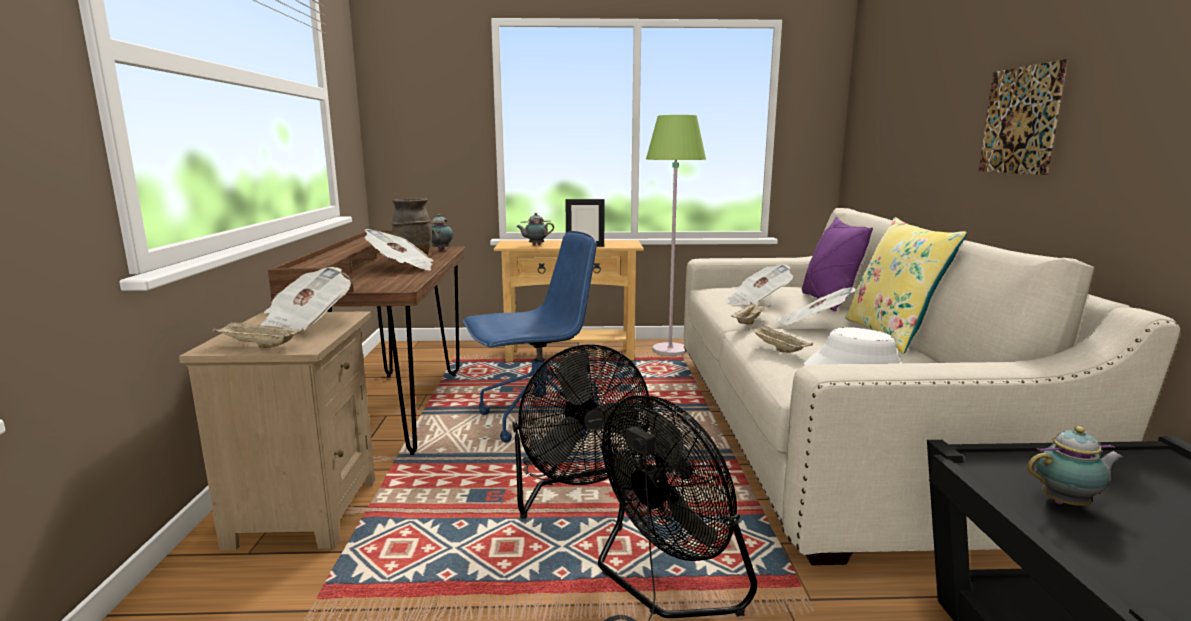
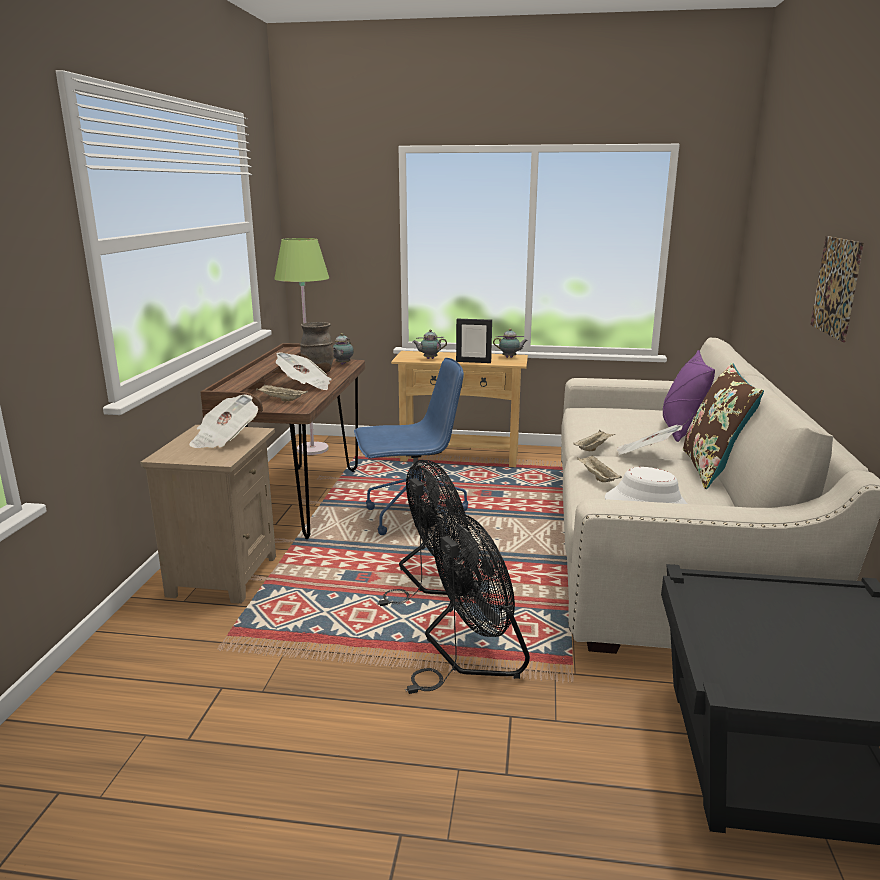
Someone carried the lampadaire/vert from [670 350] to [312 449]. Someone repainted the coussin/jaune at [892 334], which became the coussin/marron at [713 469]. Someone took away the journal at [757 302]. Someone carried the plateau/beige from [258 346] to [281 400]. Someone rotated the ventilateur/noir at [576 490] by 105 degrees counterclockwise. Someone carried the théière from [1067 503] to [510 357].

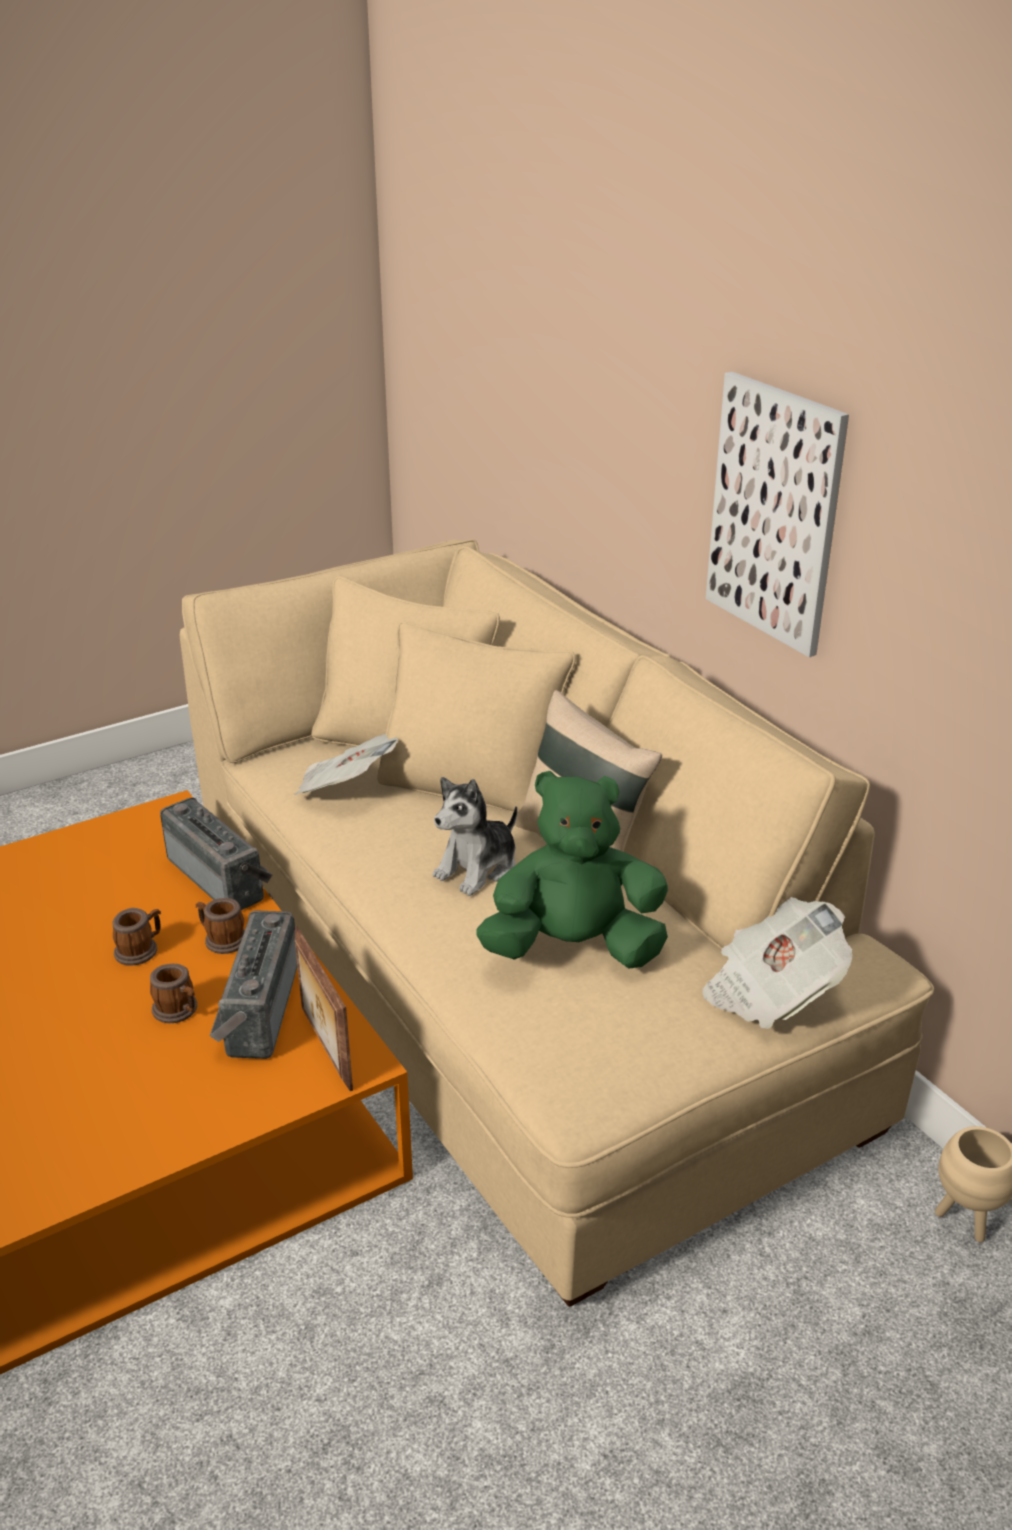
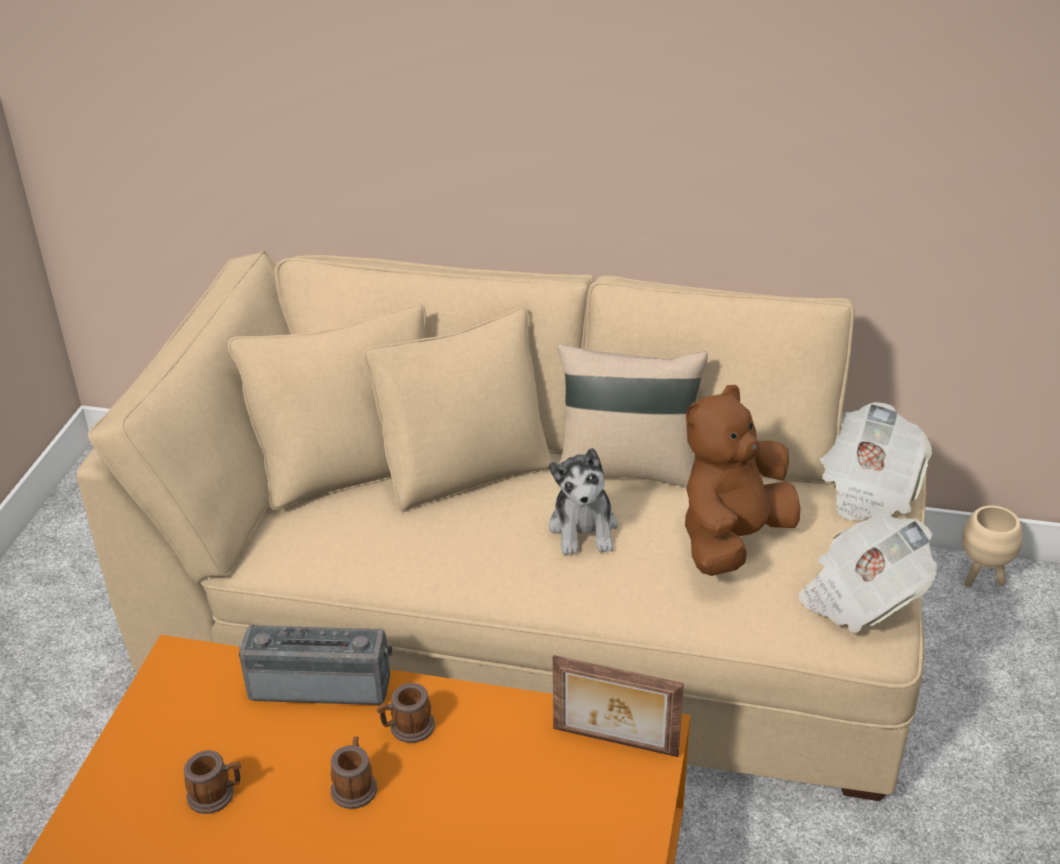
Someone took away the tableau at [774 513]. Someone carried the journal from [347 788] to [861 596]. Someone repainted the peluche/vert at [574 948], which became the peluche/marron at [732 540]. Someone took away the radio at [255 1009]. Someone carried the mug from [178 1011] to [216 794].

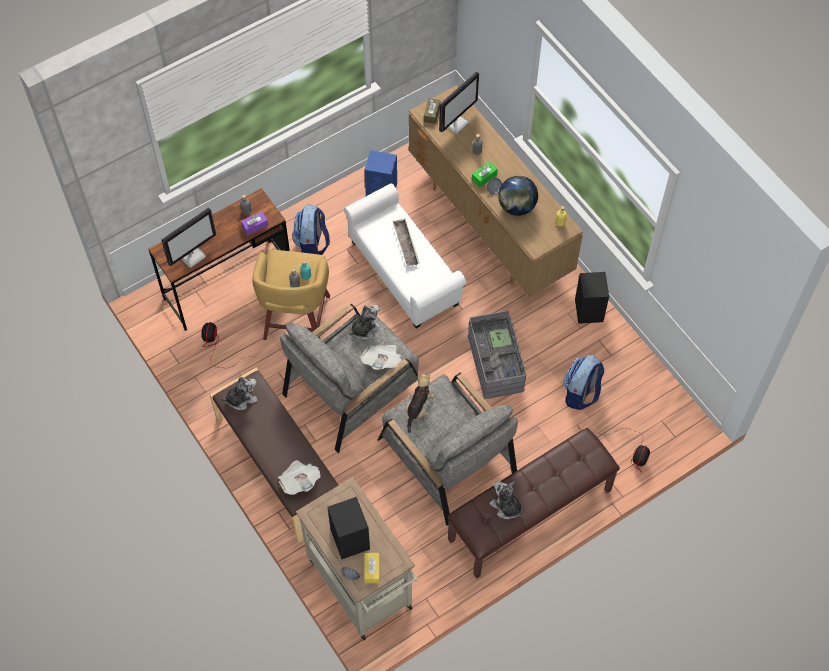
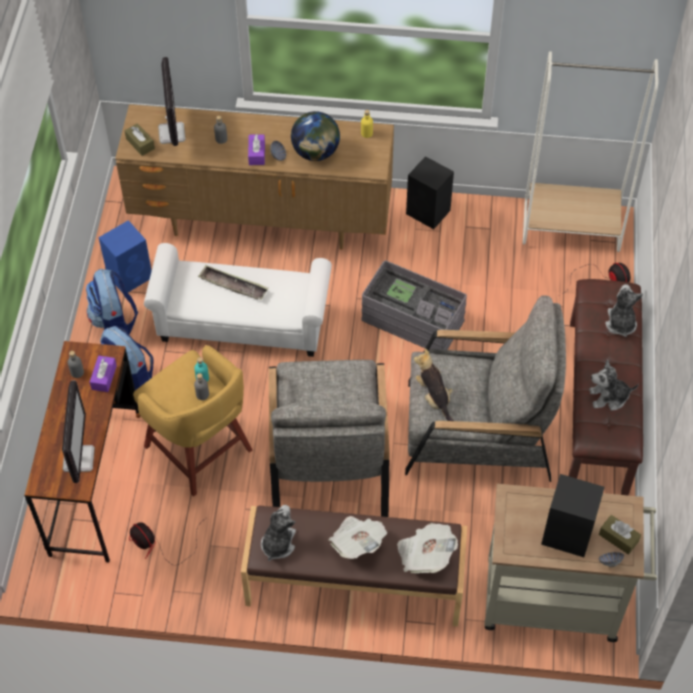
Someone repainted the boîte à mouchoirs/vert at [484 177], which became the boîte à mouchoirs/violet at [256 154]. Someone carried the peluche from [365 329] to [620 323]. Someone carried the journal from [382 361] to [357 542]. Someone carried the sac à dos from [581 393] to [114 322]. Someone repainted the boîte à mouchoirs/jaune at [372 570], which became the boîte à mouchoirs/marron at [618 538]. Someone put down the portant at [571 227].

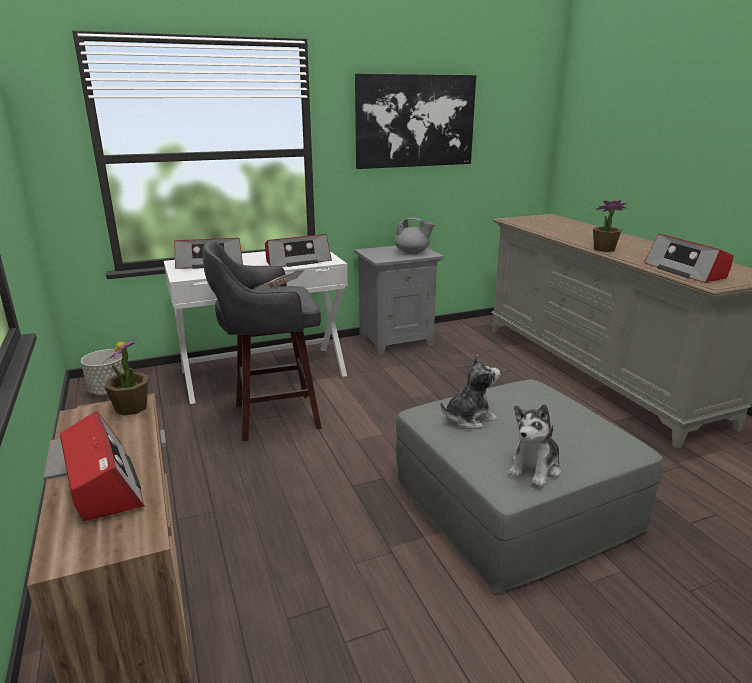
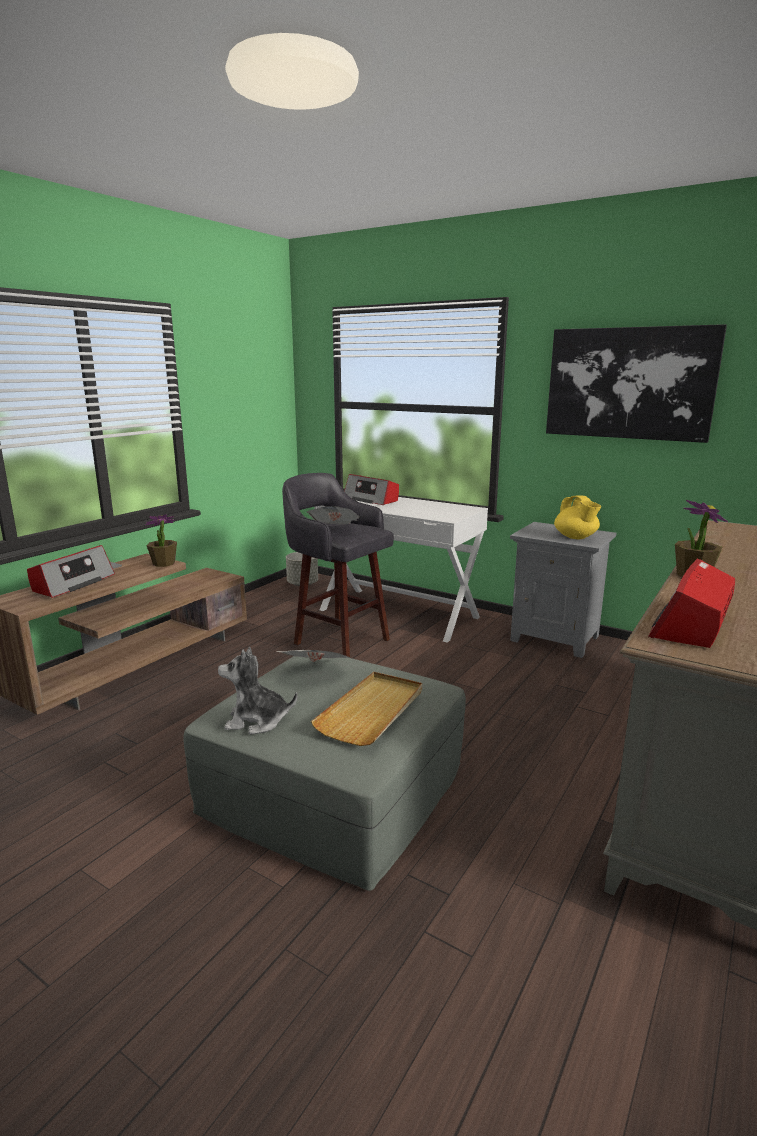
Someone repainted the théière/gris at [412 253], which became the théière/jaune at [576 537]. Someone took away the radio at [297 261]. Someone swapped the peluche at [469 418] for the journal at [315 672]. Someone put down the plateau/beige at [372 711].

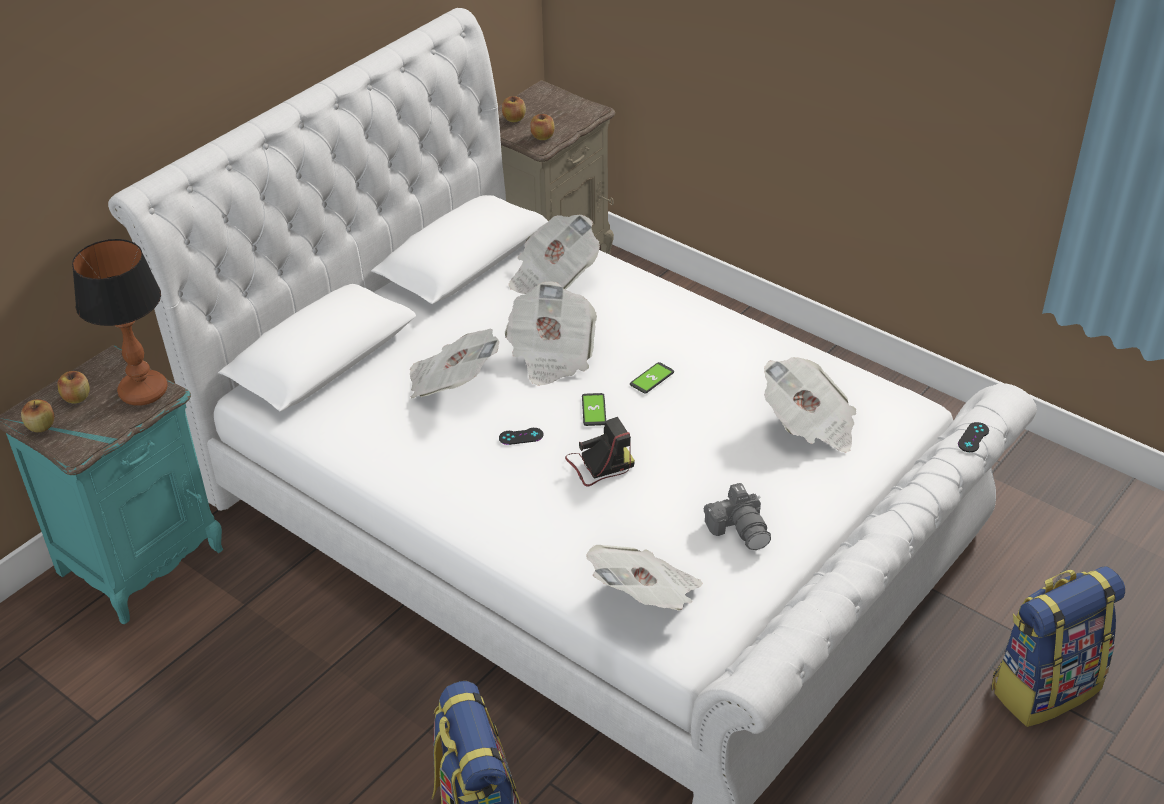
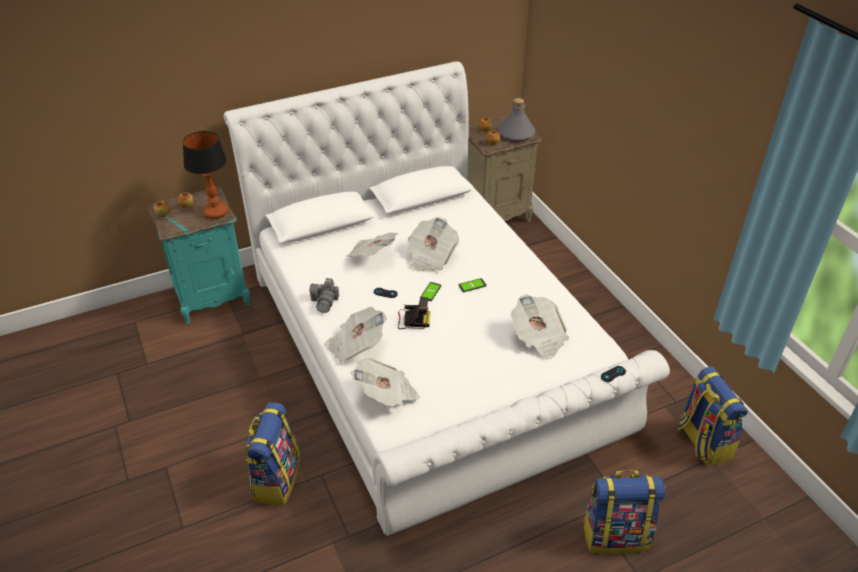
Someone carried the journal from [553 277] to [356 345]. Someone carried the appareil photo from [740 528] to [325 301]. Someone put down the bouteille/gris at [516 133]. Someone put down the sac à dos at [702 442].

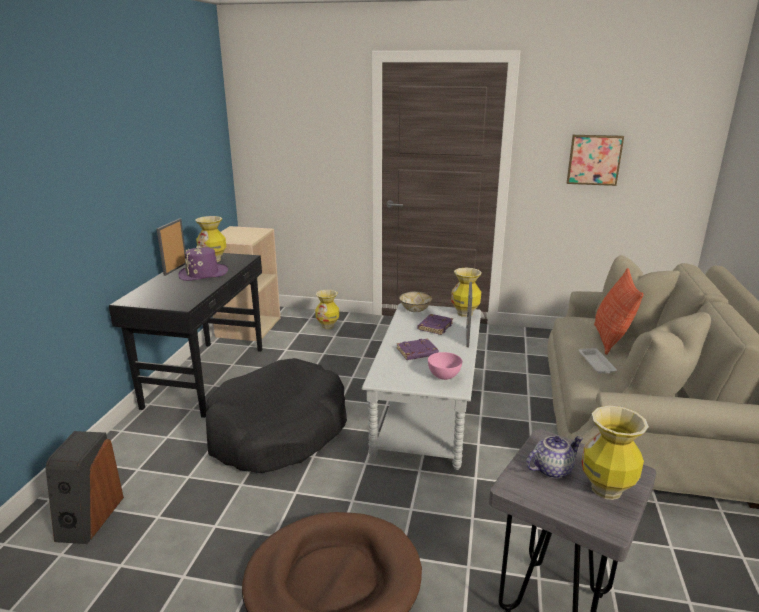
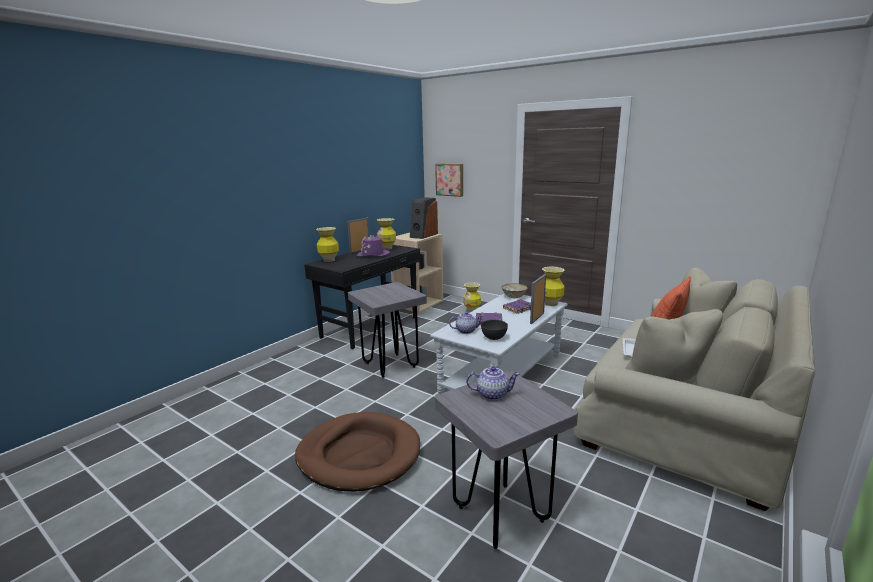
Someone carried the tableau from [594 159] to [450 179]. Someone repainted the bol/rose at [444 376], which became the bol/gris at [494 337]. Someone swapped the panier pour chien/noir at [278 431] for the tabouret/gris at [390 365]. Someone carried the vase from [606 490] to [329 260]. Someone carried the enceinte from [89 518] to [423 235]. Someone put down the théière at [466 331].

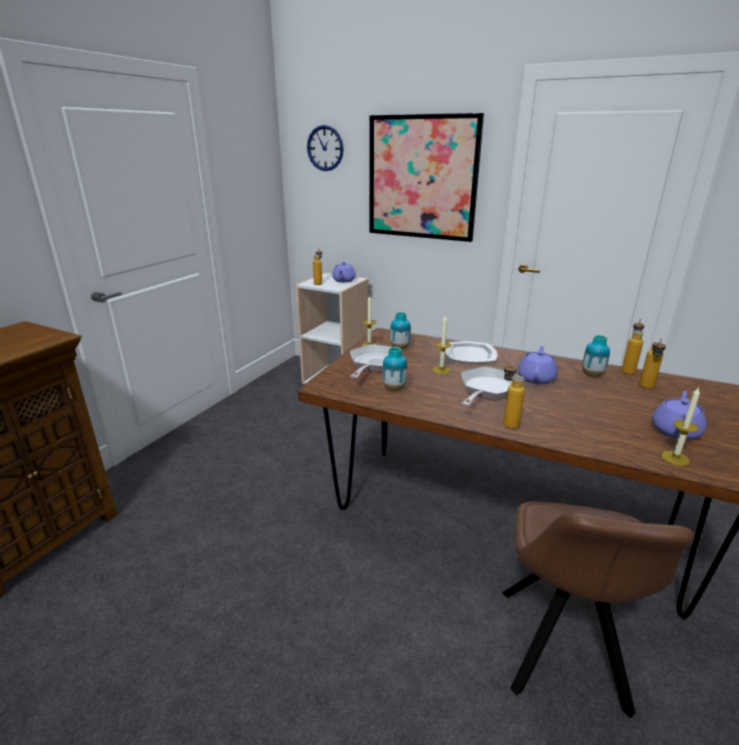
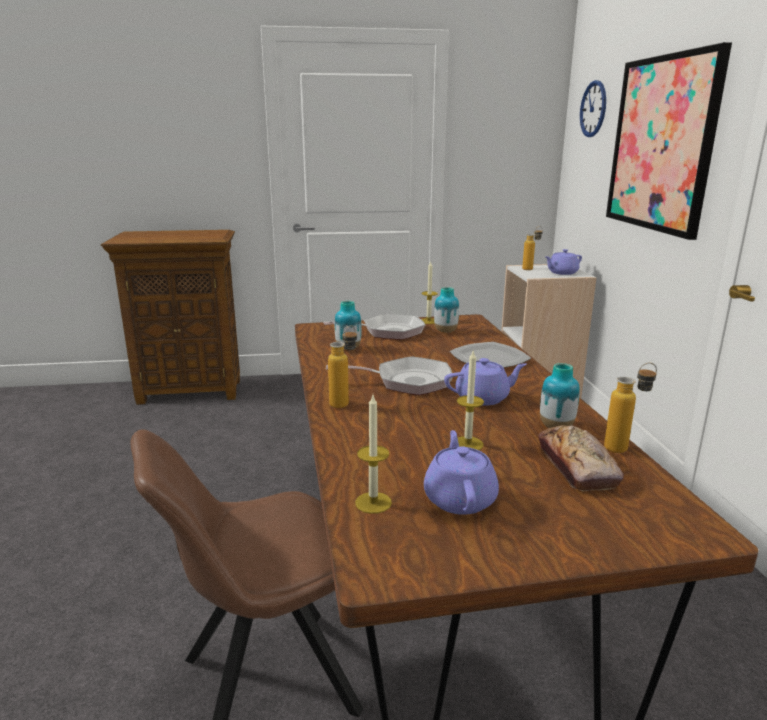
Someone carried the bougie from [441 370] to [467 444]. Someone swapped the bouteille at [646 388] for the pain at [577 467]. Someone rotated the théière/violet at [675 430] by 90 degrees counterclockwise.

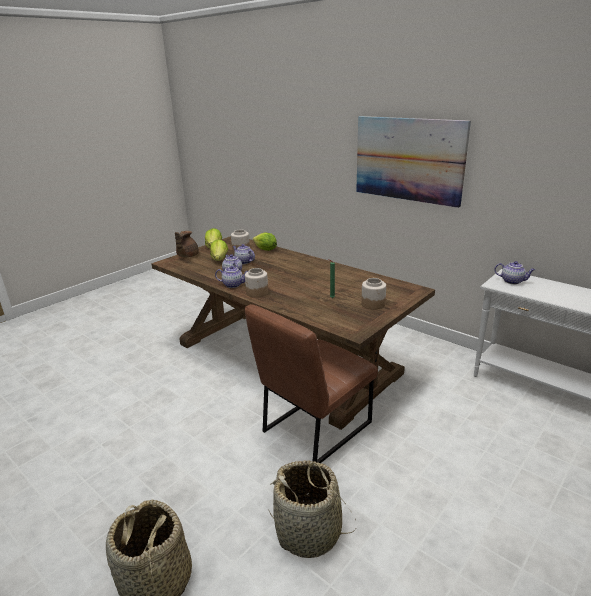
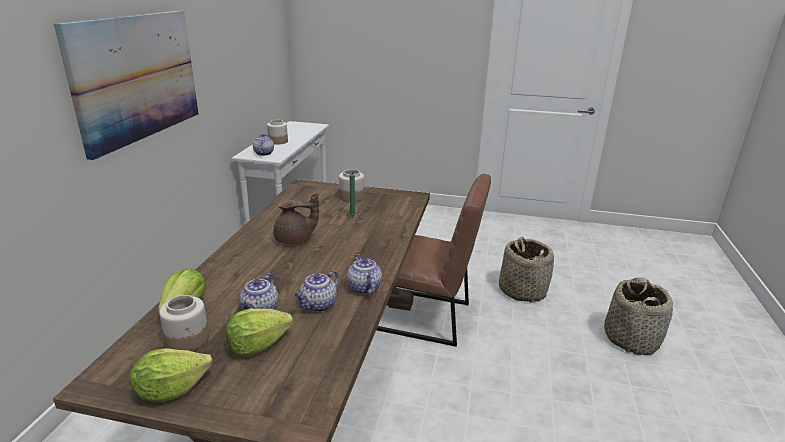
Someone carried the théière/marron from [187 256] to [295 240]. Someone carried the bocal from [257 293] to [278 141].

